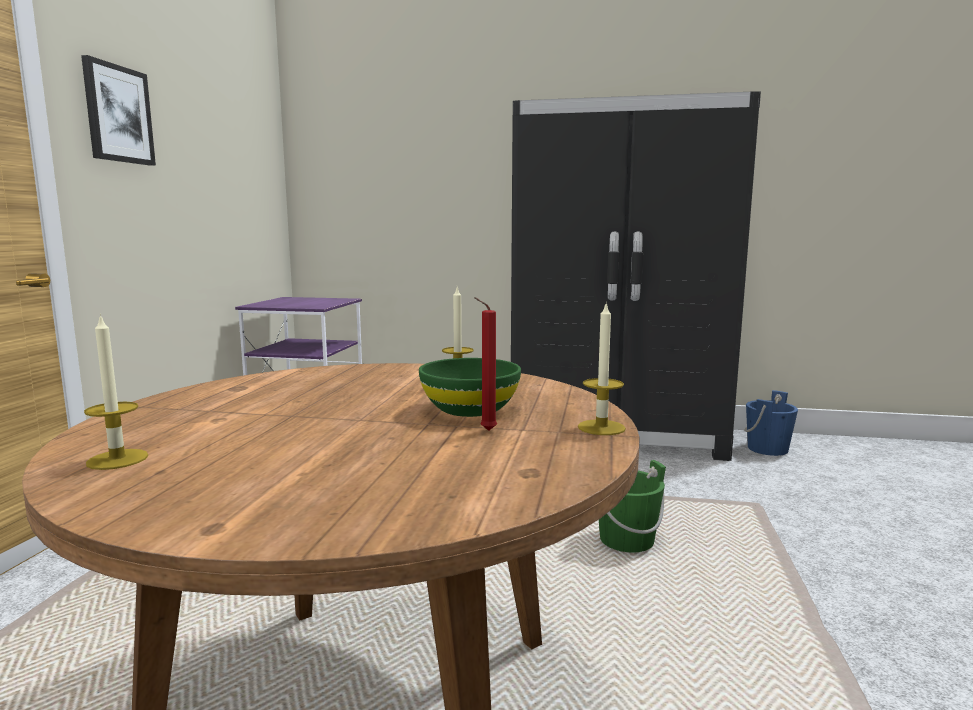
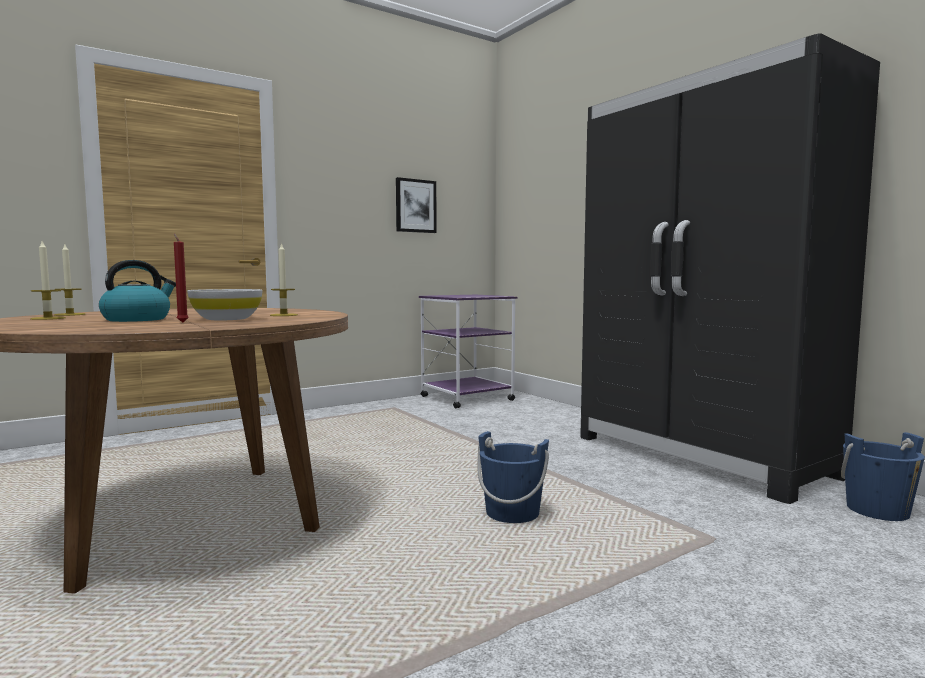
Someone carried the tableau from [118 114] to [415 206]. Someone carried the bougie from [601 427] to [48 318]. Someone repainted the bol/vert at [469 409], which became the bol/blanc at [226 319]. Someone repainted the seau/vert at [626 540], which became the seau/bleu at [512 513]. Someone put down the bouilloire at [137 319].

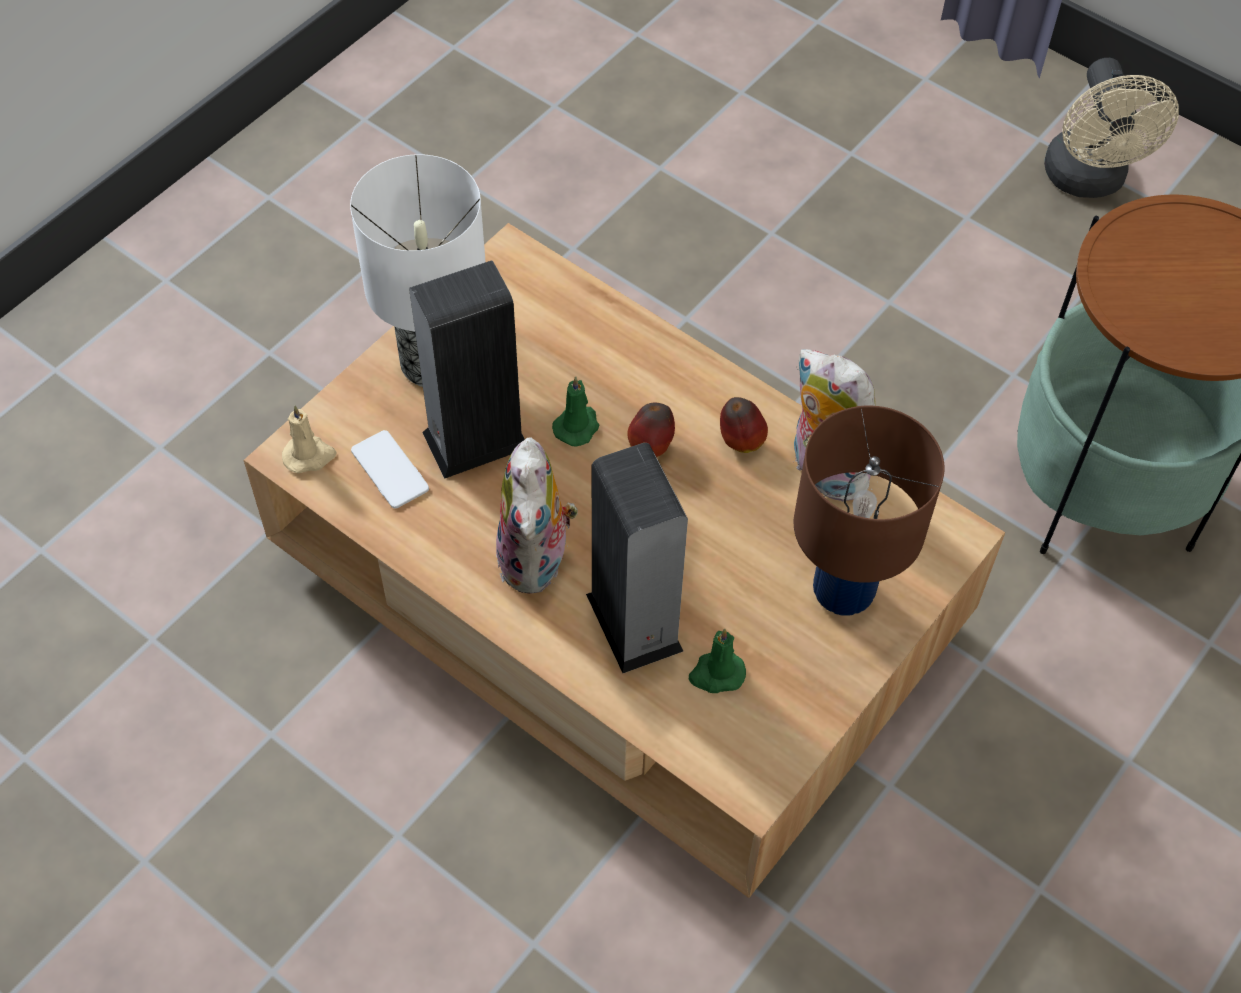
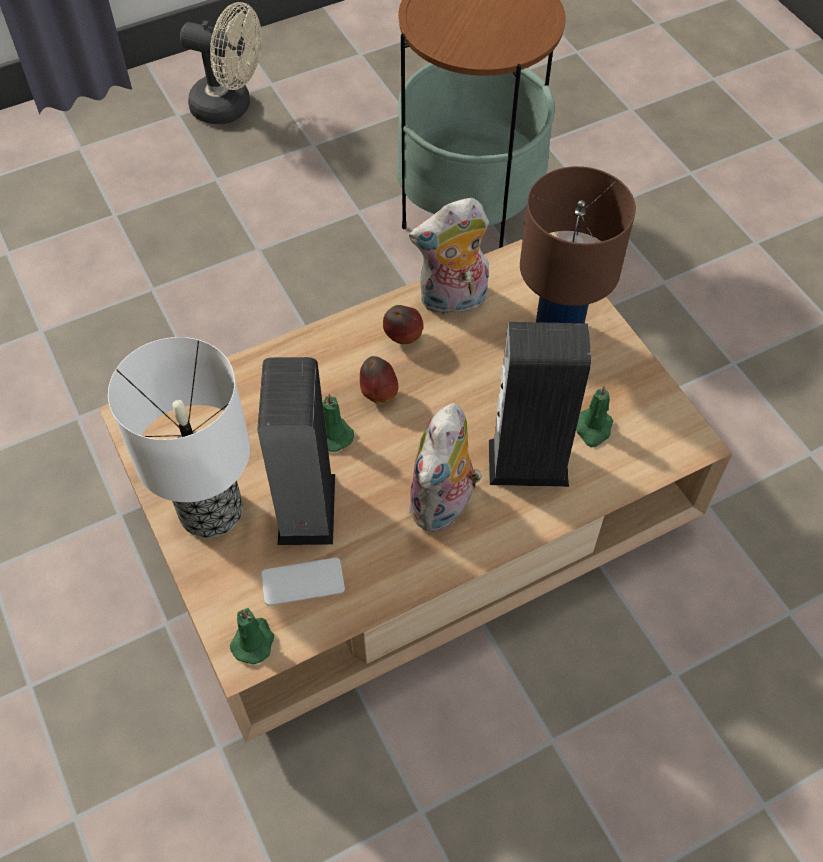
Someone repainted the bougie/beige at [309 456], which became the bougie/vert at [254 640]. Someone rotated the peluche at [537 560] by 90 degrees clockwise.

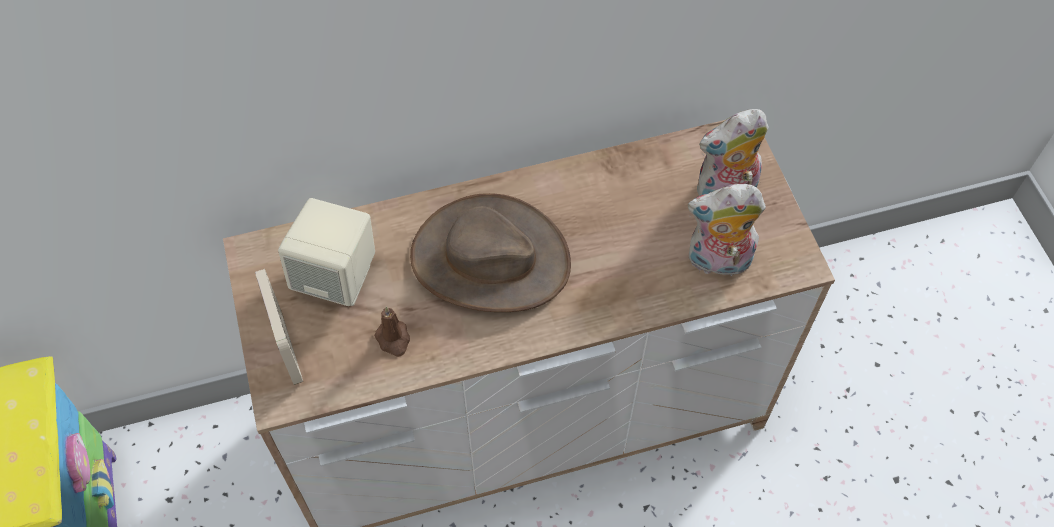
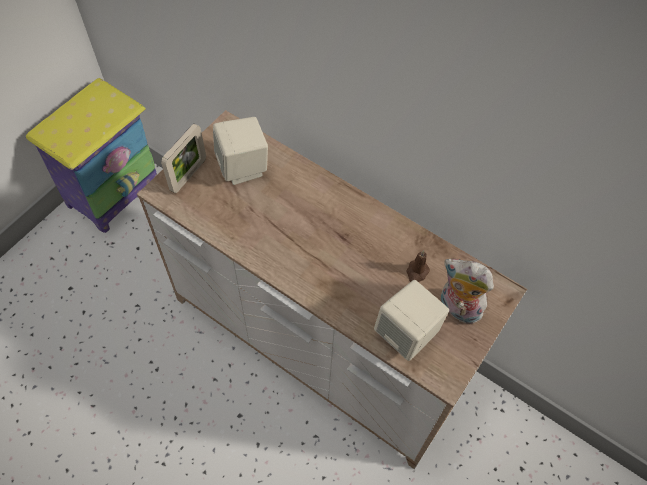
Someone swapped the peluche at [717 262] for the enceinte/beige at [407 334]. Someone took away the chapeau/marron at [490 259]. Someone carried the bougie/marron from [393 339] to [417 272].

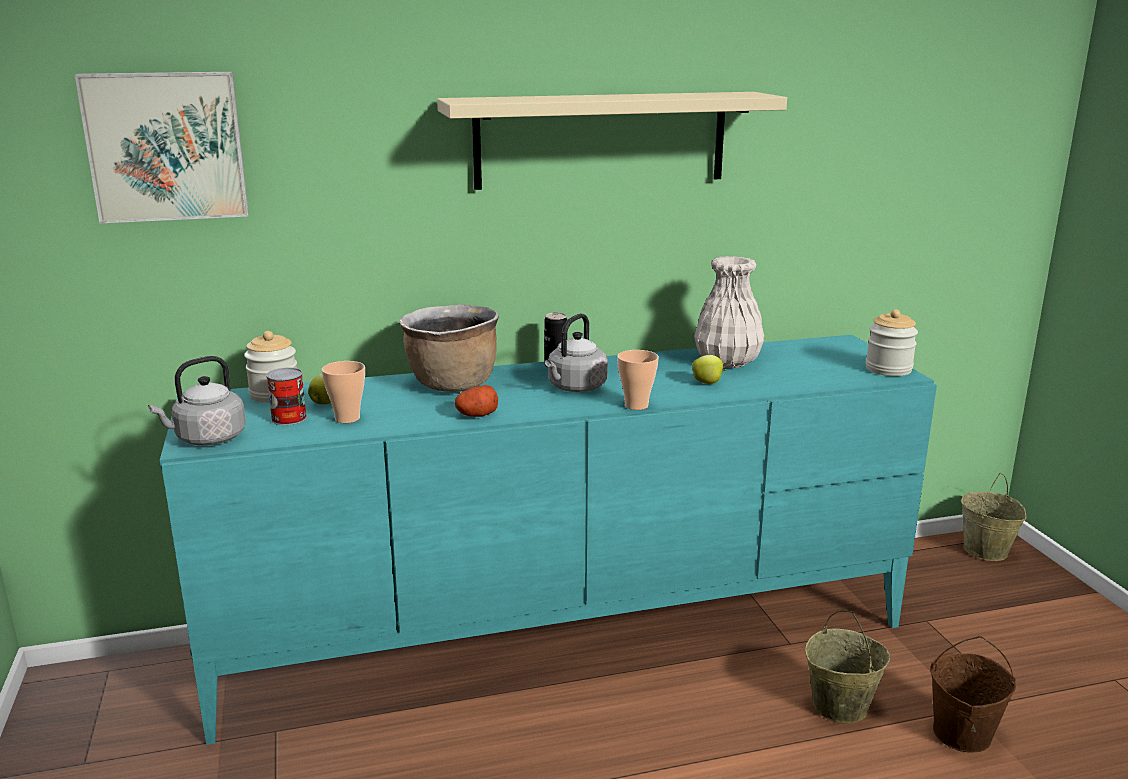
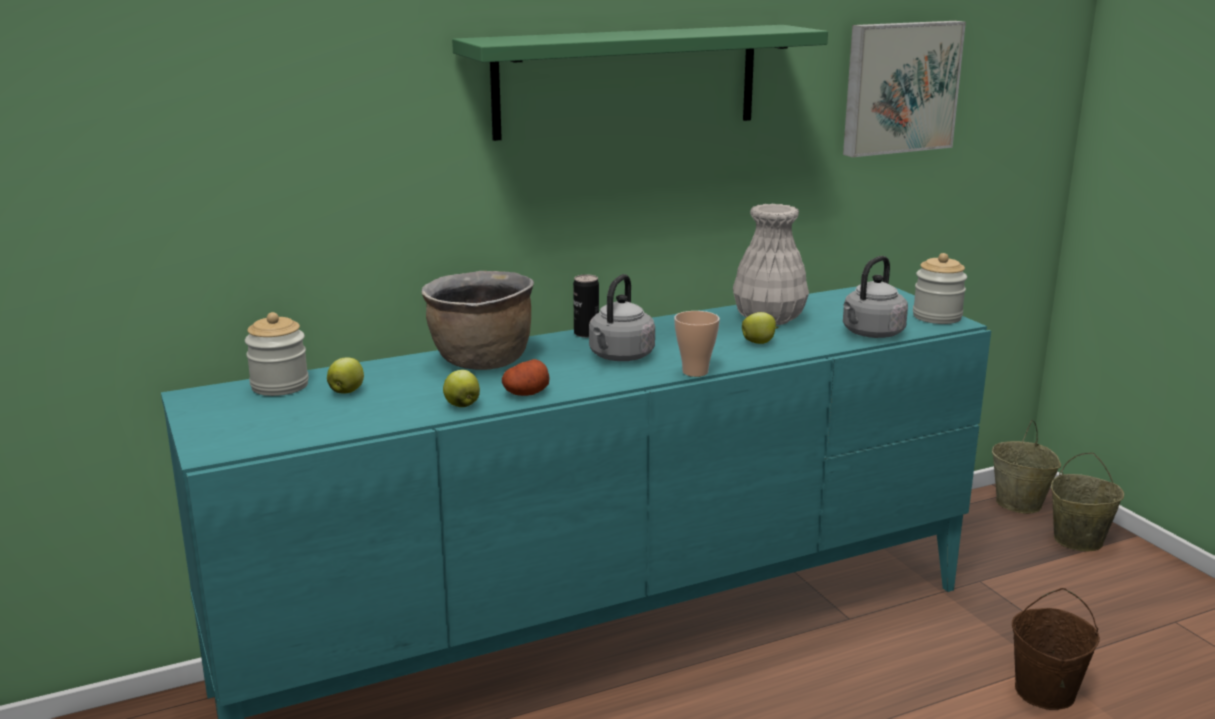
Someone carried the tableau from [166 146] to [899 87]. Someone repainted the étagère/beige at [601 139], which became the étagère/vert at [627 81]. Someone carried the bouilloire/gris from [207 439] to [871 334]. Someone took away the tasse at [347 418]. Someone took away the boîte métallique at [289 418]. Someone carried the seau/beige from [839 706] to [1077 540]. Someone put down the pomme at [462 405].

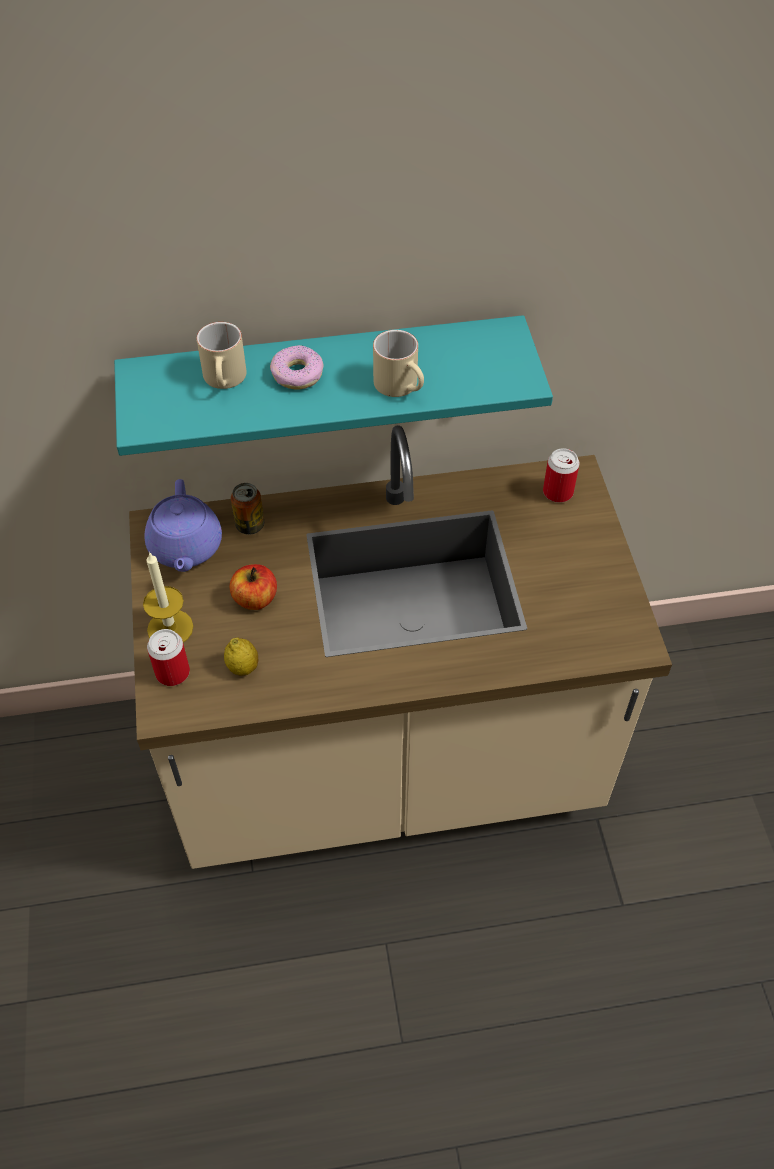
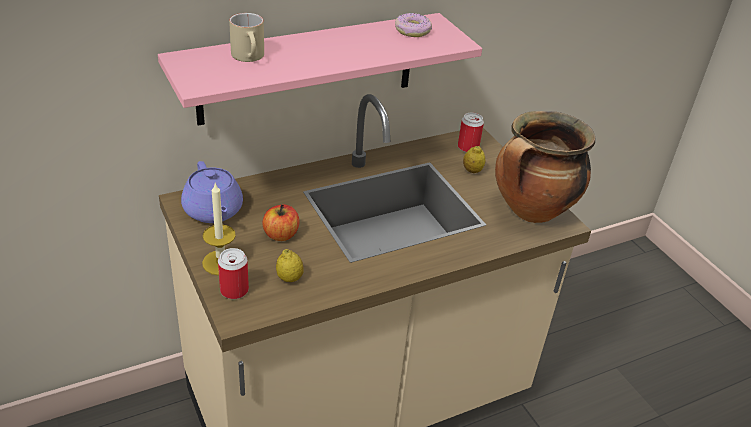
Someone repainted the étagère/turquoise at [325 378], which became the étagère/rose at [308 68]. Someone took away the mug/beige at [402 386]. Someone carried the beignet from [297 374] to [412 31]. Someone took away the boîte métallique at [250 525]. Someone put down the marmite at [531 211]. Someone put down the citron at [472 170].

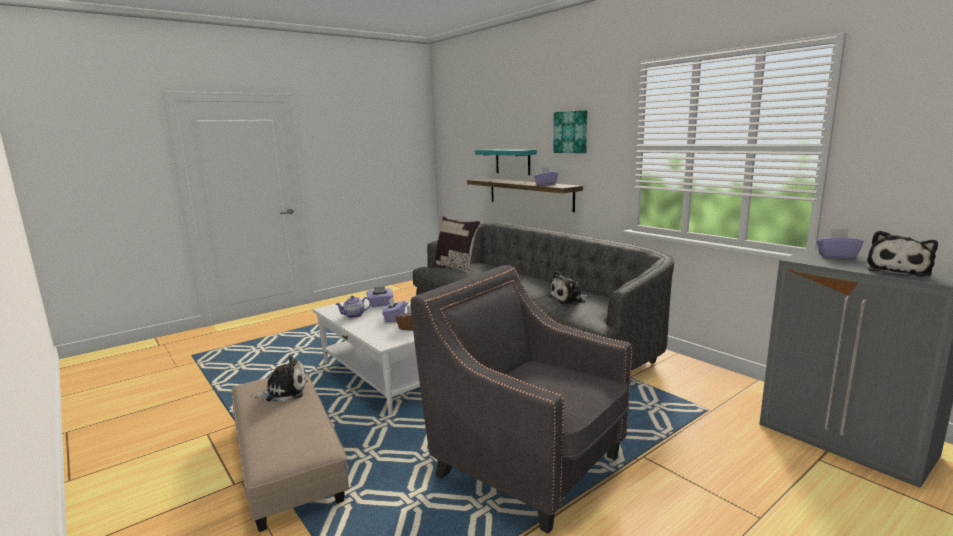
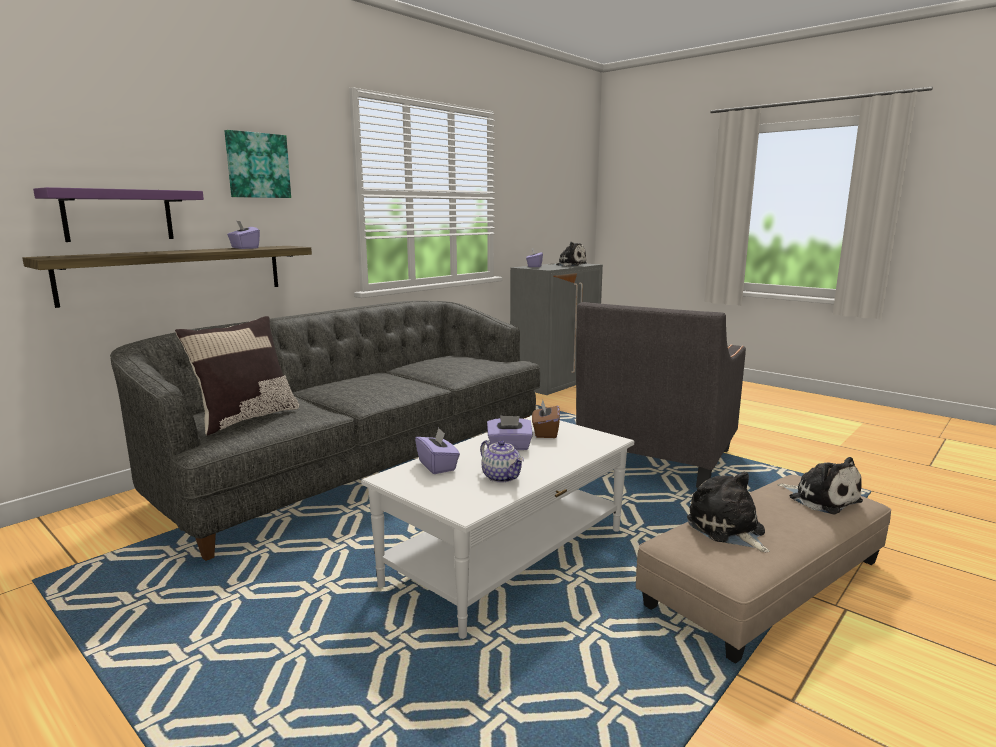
Someone repainted the étagère/turquoise at [513 161], which became the étagère/violet at [118 215]. Someone carried the peluche from [569 300] to [821 499].

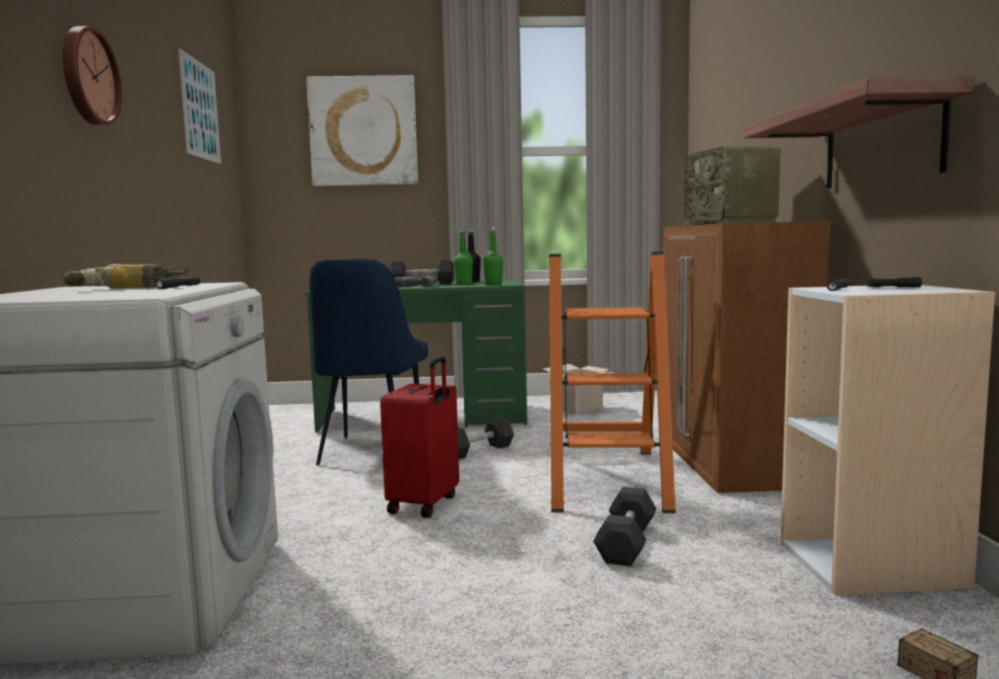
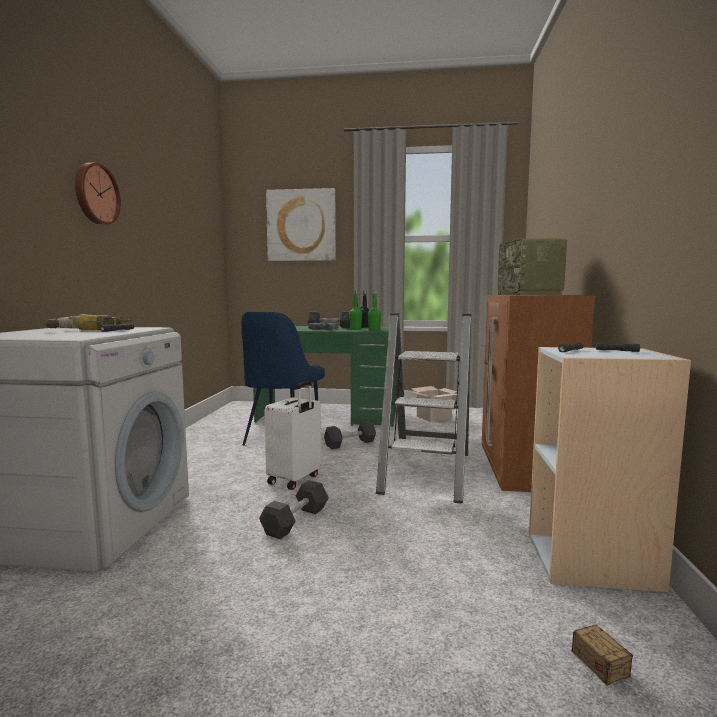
Someone took away the tableau at [200 110]. Someone took away the étagère at [881 143]. Someone repainted the escabeau/orange at [606 478], which became the escabeau/gris at [427 471]. Someone repainted the valise/rouge at [425 504], which became the valise/blanc at [295 479]. Someone carried the haltère/gris from [626 543] to [295 521].

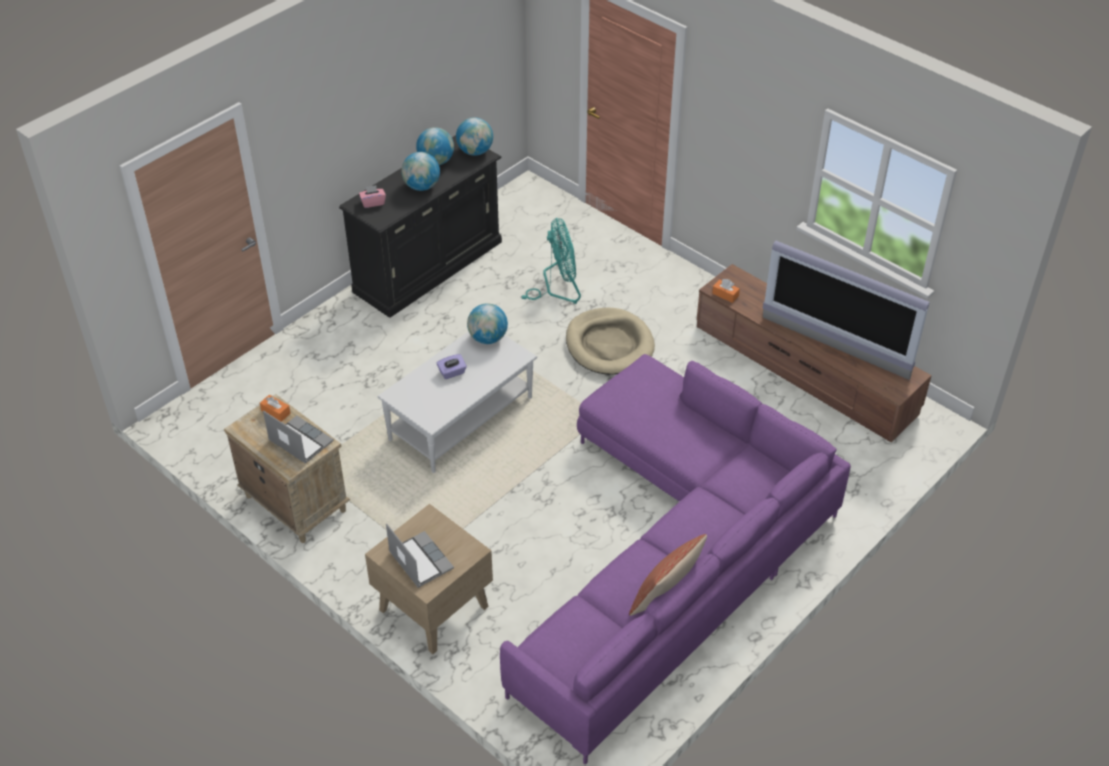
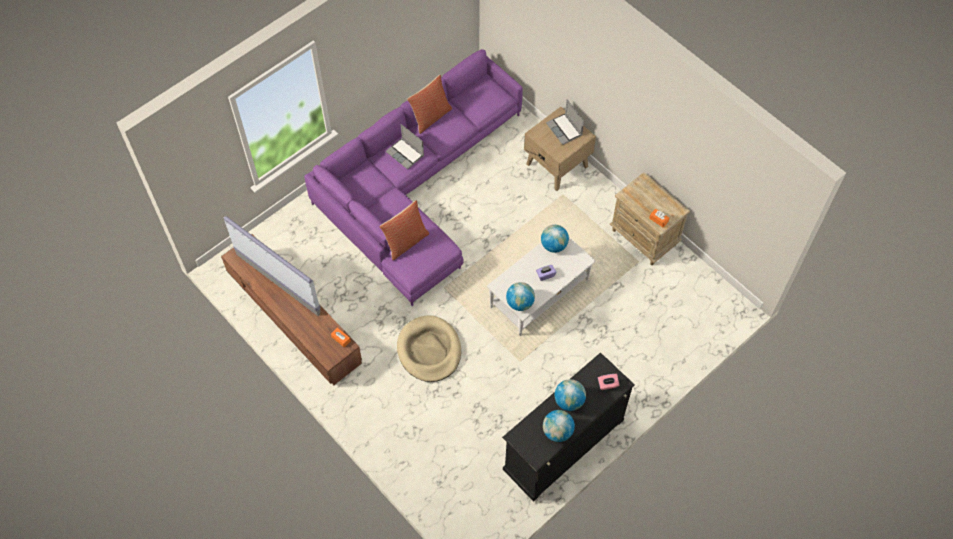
Someone carried the globe from [475 152] to [554 245]. Someone took away the ventilateur/turquoise at [556 284]. Someone carried the ordinateur portable from [299 441] to [405 154]. Someone put down the coussin at [406 242].

